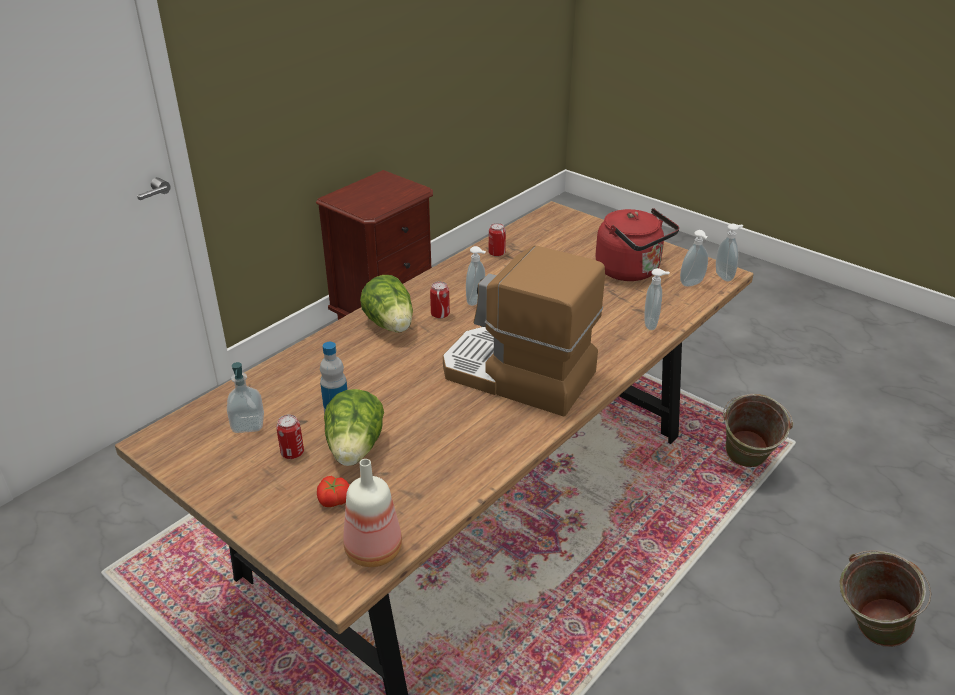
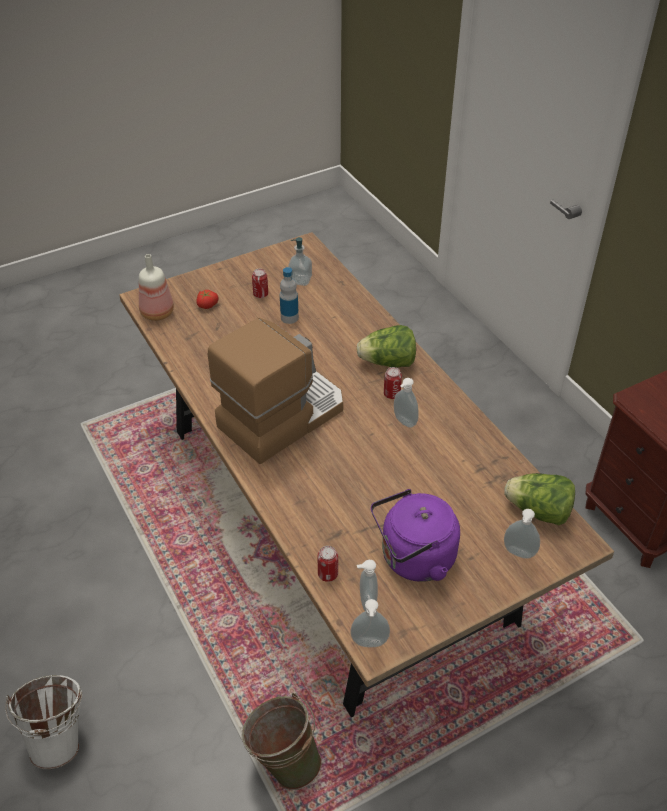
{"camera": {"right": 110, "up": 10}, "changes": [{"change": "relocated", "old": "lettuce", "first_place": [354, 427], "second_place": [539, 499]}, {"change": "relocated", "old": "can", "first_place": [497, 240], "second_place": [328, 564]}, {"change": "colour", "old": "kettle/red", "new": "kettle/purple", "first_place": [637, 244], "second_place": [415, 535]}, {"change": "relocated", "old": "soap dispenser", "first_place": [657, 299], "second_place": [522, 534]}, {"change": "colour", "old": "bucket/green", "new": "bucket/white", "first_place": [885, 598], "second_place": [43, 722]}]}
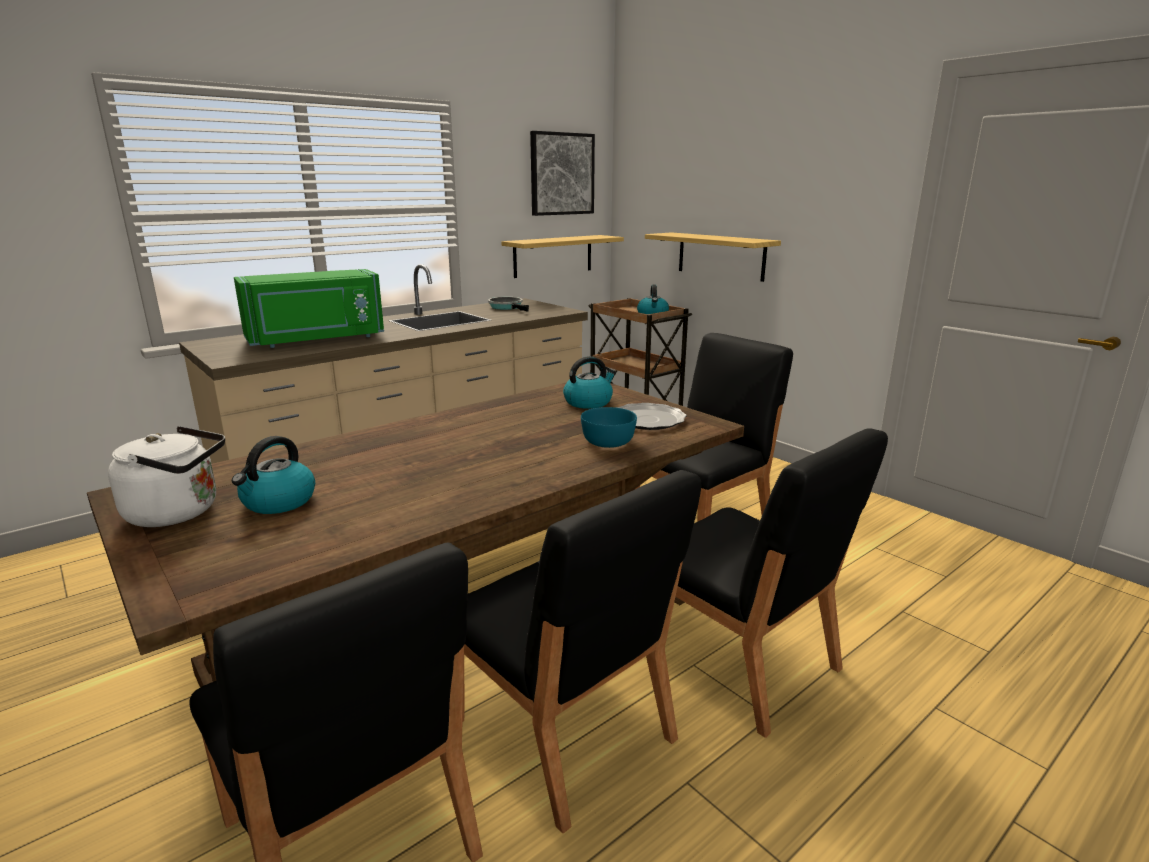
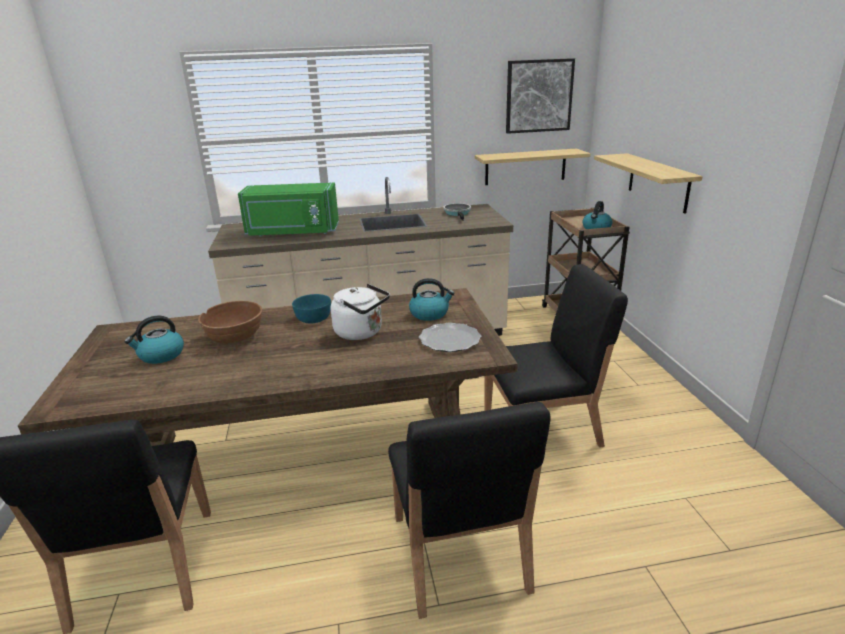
{"camera": {"right": 30, "up": 5}, "changes": [{"change": "relocated", "old": "kettle/white", "first_place": [166, 476], "second_place": [360, 312]}, {"change": "missing", "old": "chair/black", "first_place": [581, 651]}, {"change": "relocated", "old": "bowl/turquoise", "first_place": [609, 427], "second_place": [311, 308]}, {"change": "appeared", "new": "bowl/brown", "second_place": [230, 322]}]}
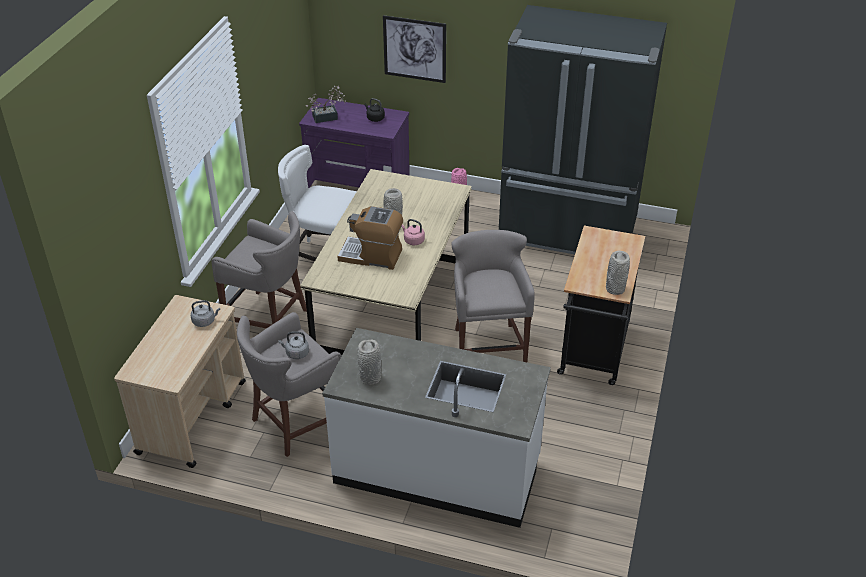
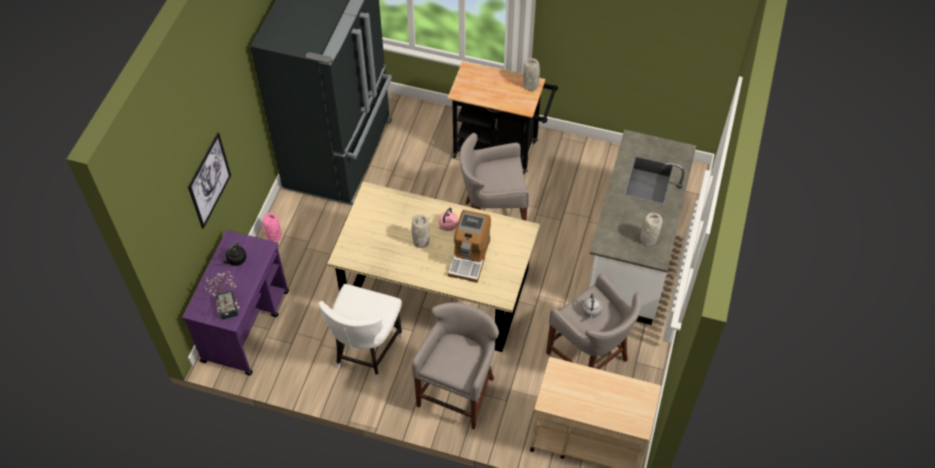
{"camera": {"right": -90, "up": 15}, "changes": [{"change": "missing", "old": "kettle/grey", "first_place": [205, 313]}]}
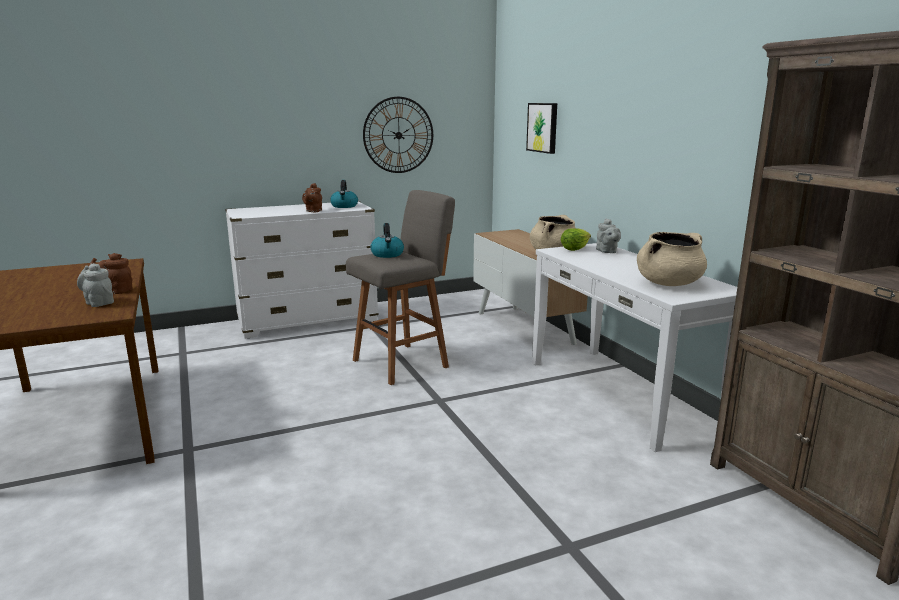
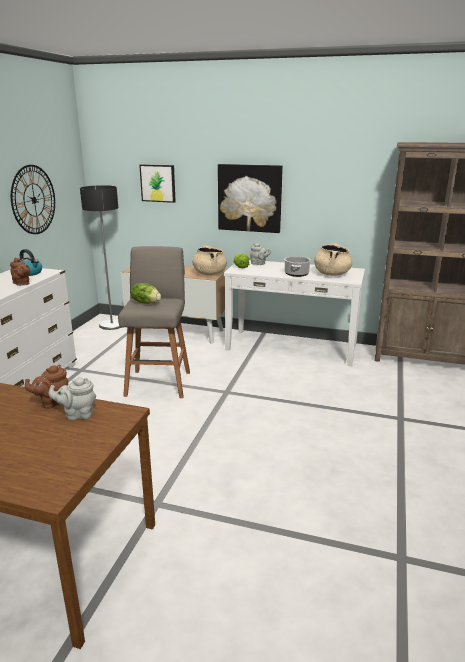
{"camera": {"right": -50, "up": 5}, "changes": [{"change": "exchanged", "old": "kettle", "new": "lettuce", "first_place": [387, 240], "second_place": [146, 293]}, {"change": "appeared", "new": "floor lamp", "second_place": [101, 257]}, {"change": "appeared", "new": "picture", "second_place": [250, 198]}, {"change": "appeared", "new": "cooking pot", "second_place": [297, 266]}]}
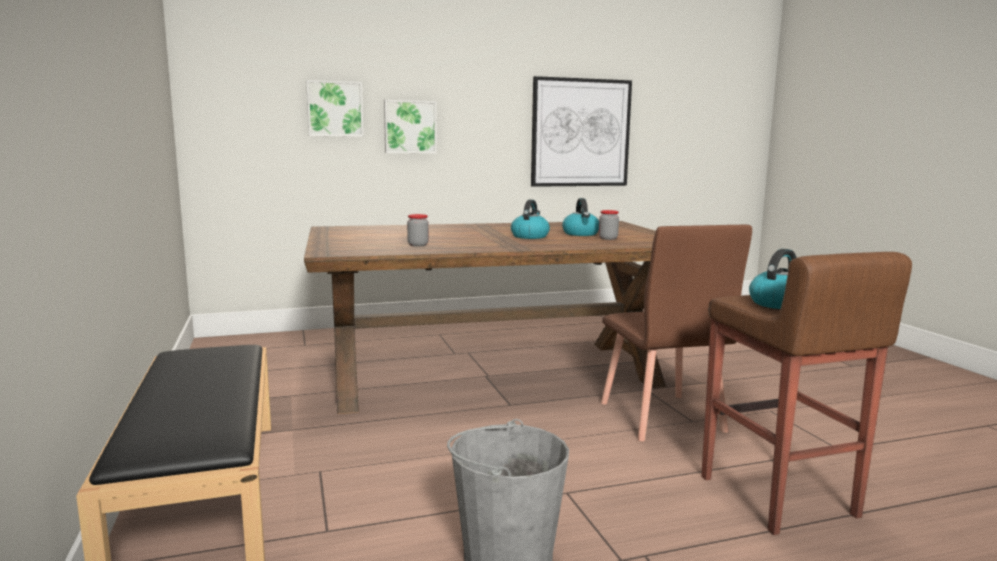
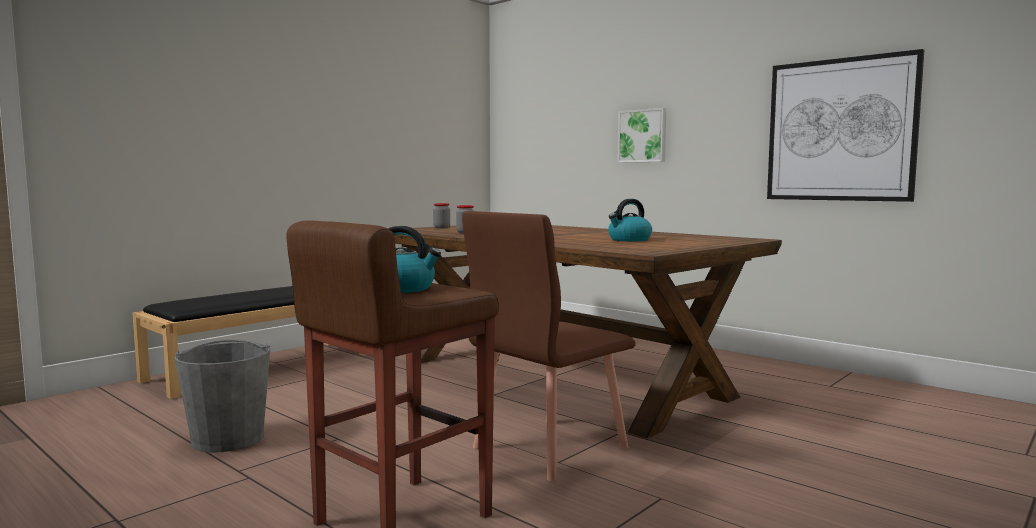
{"camera": {"right": 60, "up": -5}, "changes": [{"change": "missing", "old": "picture", "first_place": [335, 108]}, {"change": "missing", "old": "kettle", "first_place": [530, 219]}, {"change": "relocated", "old": "jar", "first_place": [609, 225], "second_place": [441, 216]}]}
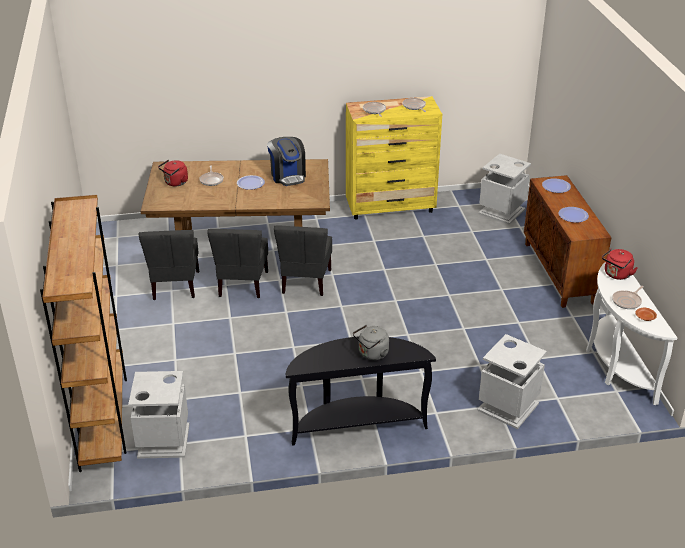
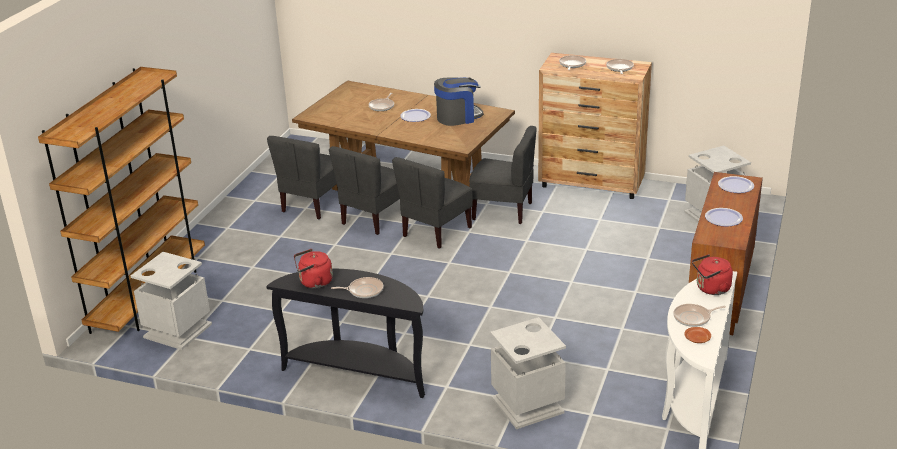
{"camera": {"right": 30, "up": -5}, "changes": [{"change": "relocated", "old": "kettle/red", "first_place": [173, 173], "second_place": [313, 268]}, {"change": "spun", "old": "coffee machine", "first_place": [286, 161], "second_place": [459, 102], "degrees": -120}, {"change": "colour", "old": "dresser/yellow", "new": "dresser/brown", "first_place": [394, 157], "second_place": [595, 126]}, {"change": "exchanged", "old": "kettle/grey", "new": "frying pan", "first_place": [371, 342], "second_place": [357, 287]}, {"change": "appeared", "new": "chair/grey", "second_place": [503, 175]}]}
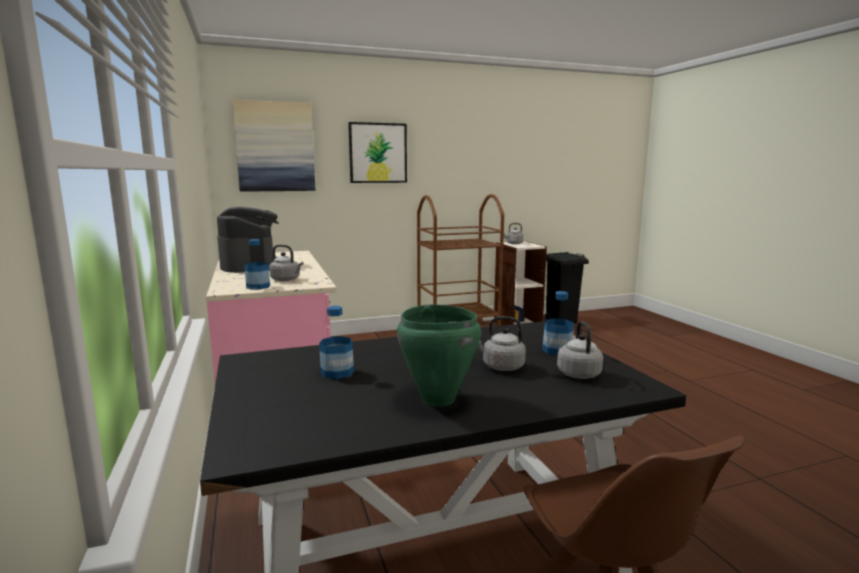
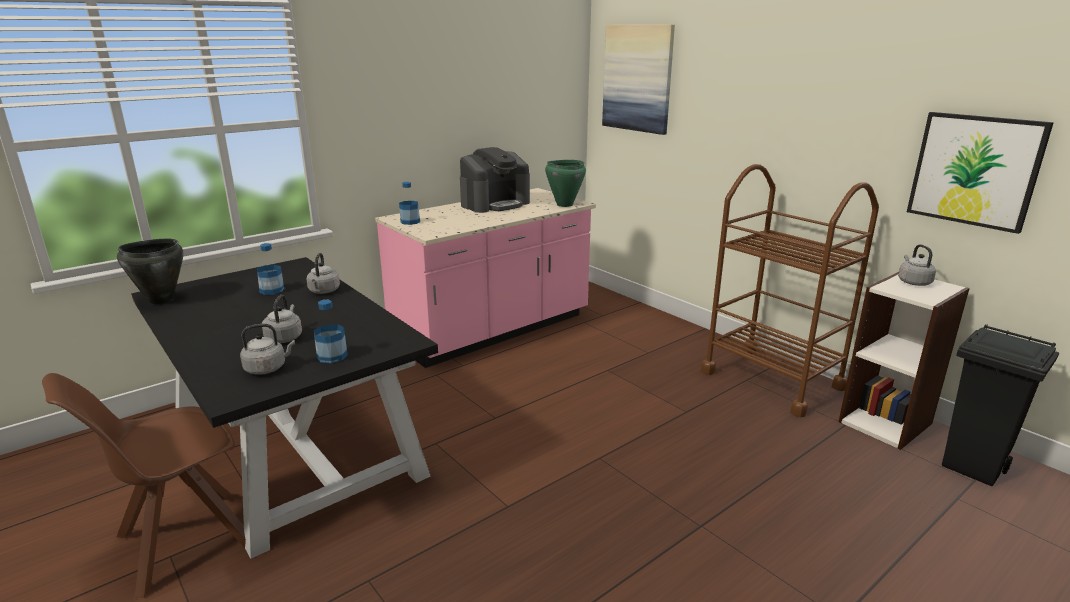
{"camera": {"right": 70, "up": 10}, "changes": [{"change": "relocated", "old": "kettle/grey", "first_place": [286, 262], "second_place": [323, 273]}, {"change": "relocated", "old": "picture", "first_place": [377, 152], "second_place": [980, 173]}, {"change": "relocated", "old": "cooking pot/green", "first_place": [439, 355], "second_place": [565, 183]}, {"change": "appeared", "new": "cooking pot/black", "second_place": [150, 272]}]}
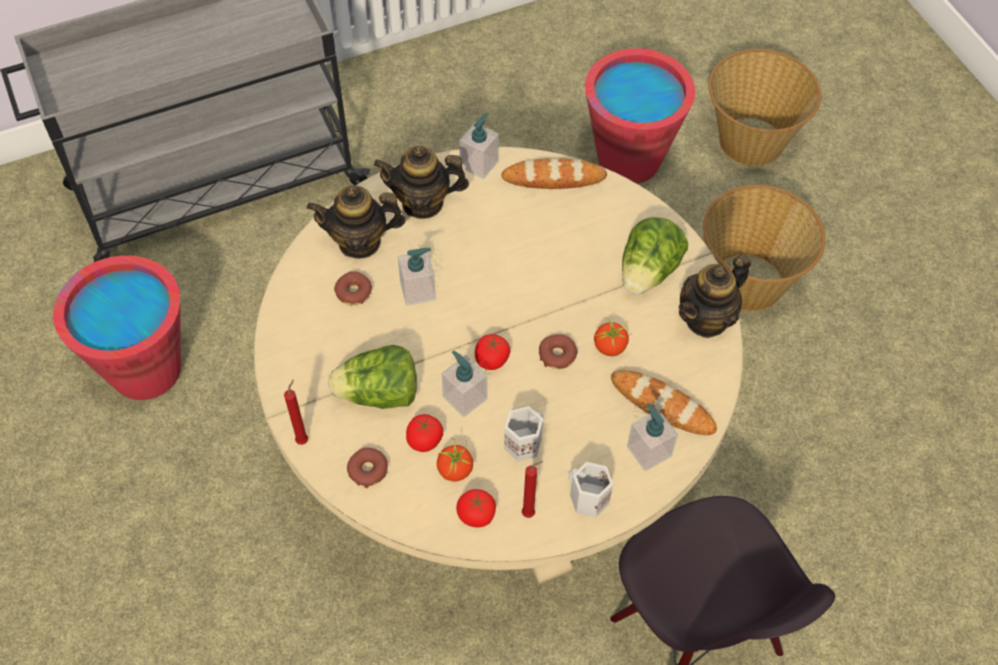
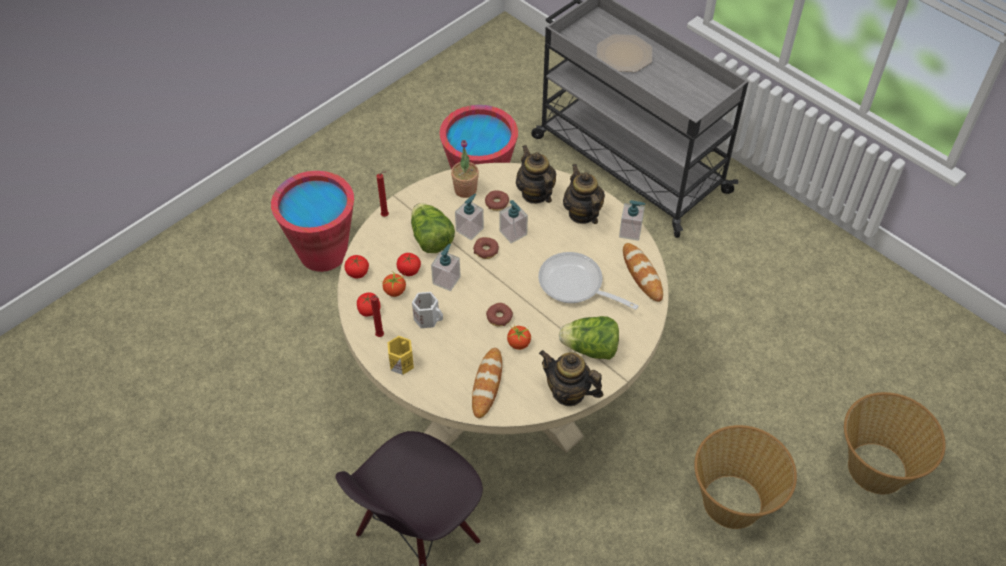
{"camera": {"right": 70, "up": -5}, "changes": [{"change": "relocated", "old": "donut", "first_place": [367, 468], "second_place": [486, 248]}, {"change": "relocated", "old": "tomato", "first_place": [492, 352], "second_place": [357, 266]}, {"change": "colour", "old": "mug/white", "new": "mug/yellow", "first_place": [590, 489], "second_place": [400, 355]}, {"change": "relocated", "old": "bucket/red", "first_place": [640, 116], "second_place": [312, 221]}, {"change": "relocated", "old": "soap dispenser", "first_place": [652, 437], "second_place": [469, 217]}, {"change": "appeared", "new": "potted plant", "second_place": [465, 169]}, {"change": "appeared", "new": "frying pan", "second_place": [588, 281]}, {"change": "appeared", "new": "plate", "second_place": [624, 53]}]}
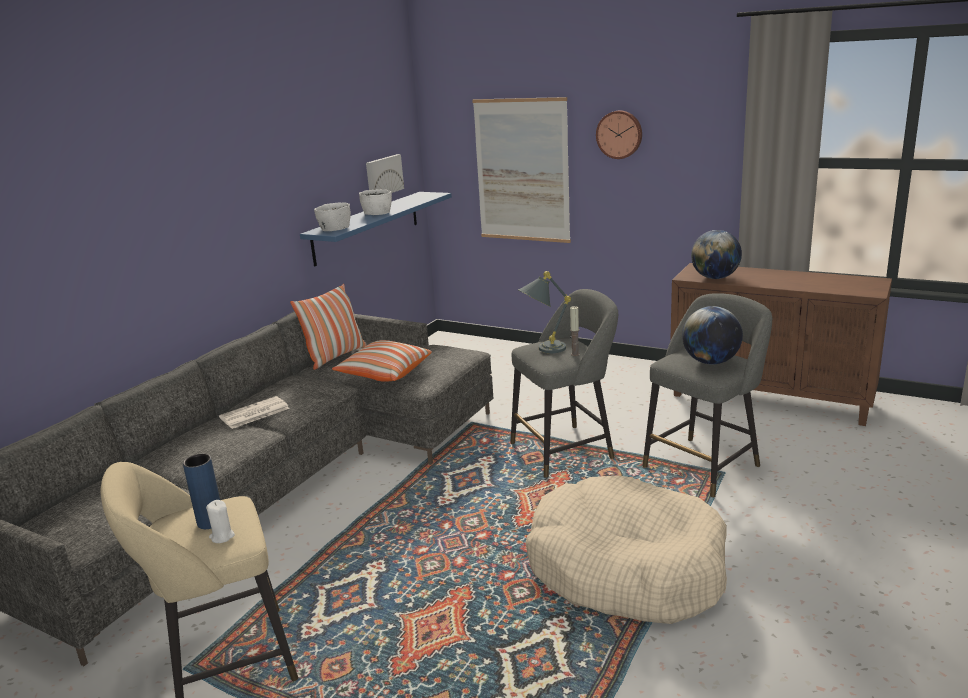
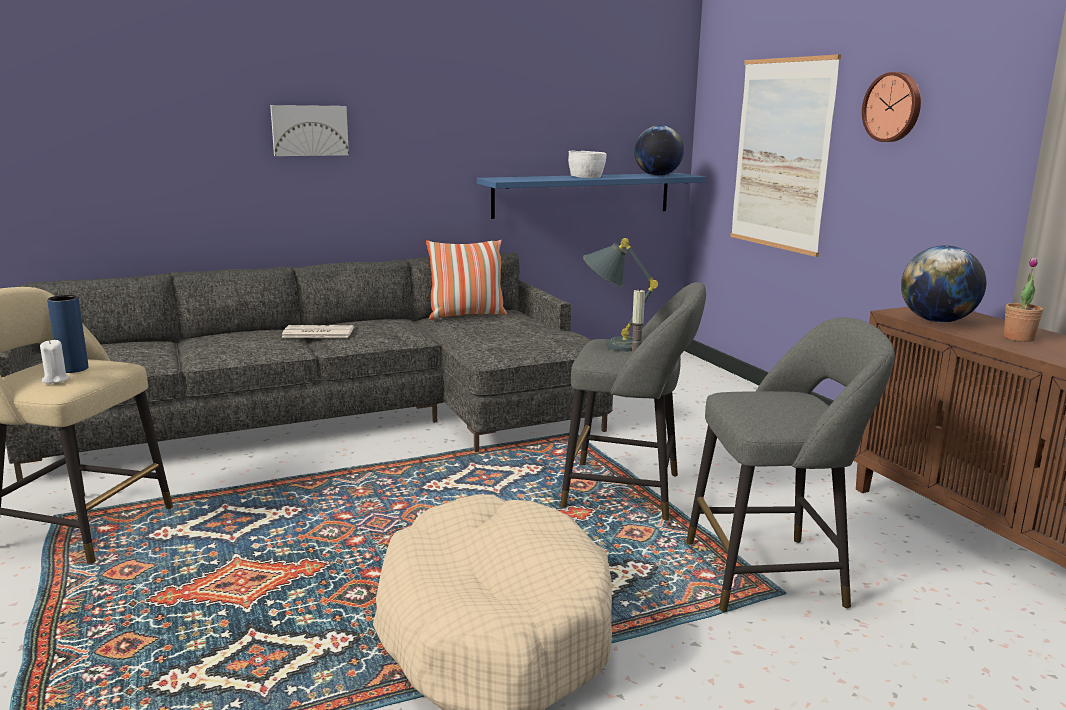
{"camera": {"right": 35, "up": -5}, "changes": [{"change": "missing", "old": "bowl/white", "first_place": [332, 216]}, {"change": "missing", "old": "pillow", "first_place": [382, 361]}, {"change": "relocated", "old": "picture", "first_place": [385, 173], "second_place": [309, 130]}, {"change": "relocated", "old": "globe", "first_place": [712, 335], "second_place": [659, 150]}, {"change": "appeared", "new": "potted plant", "second_place": [1023, 299]}]}
